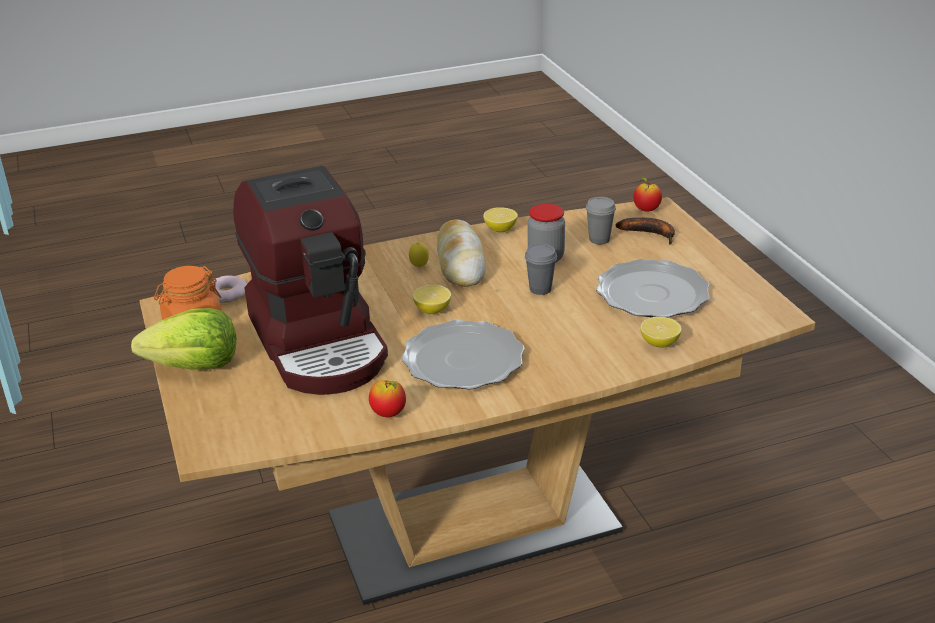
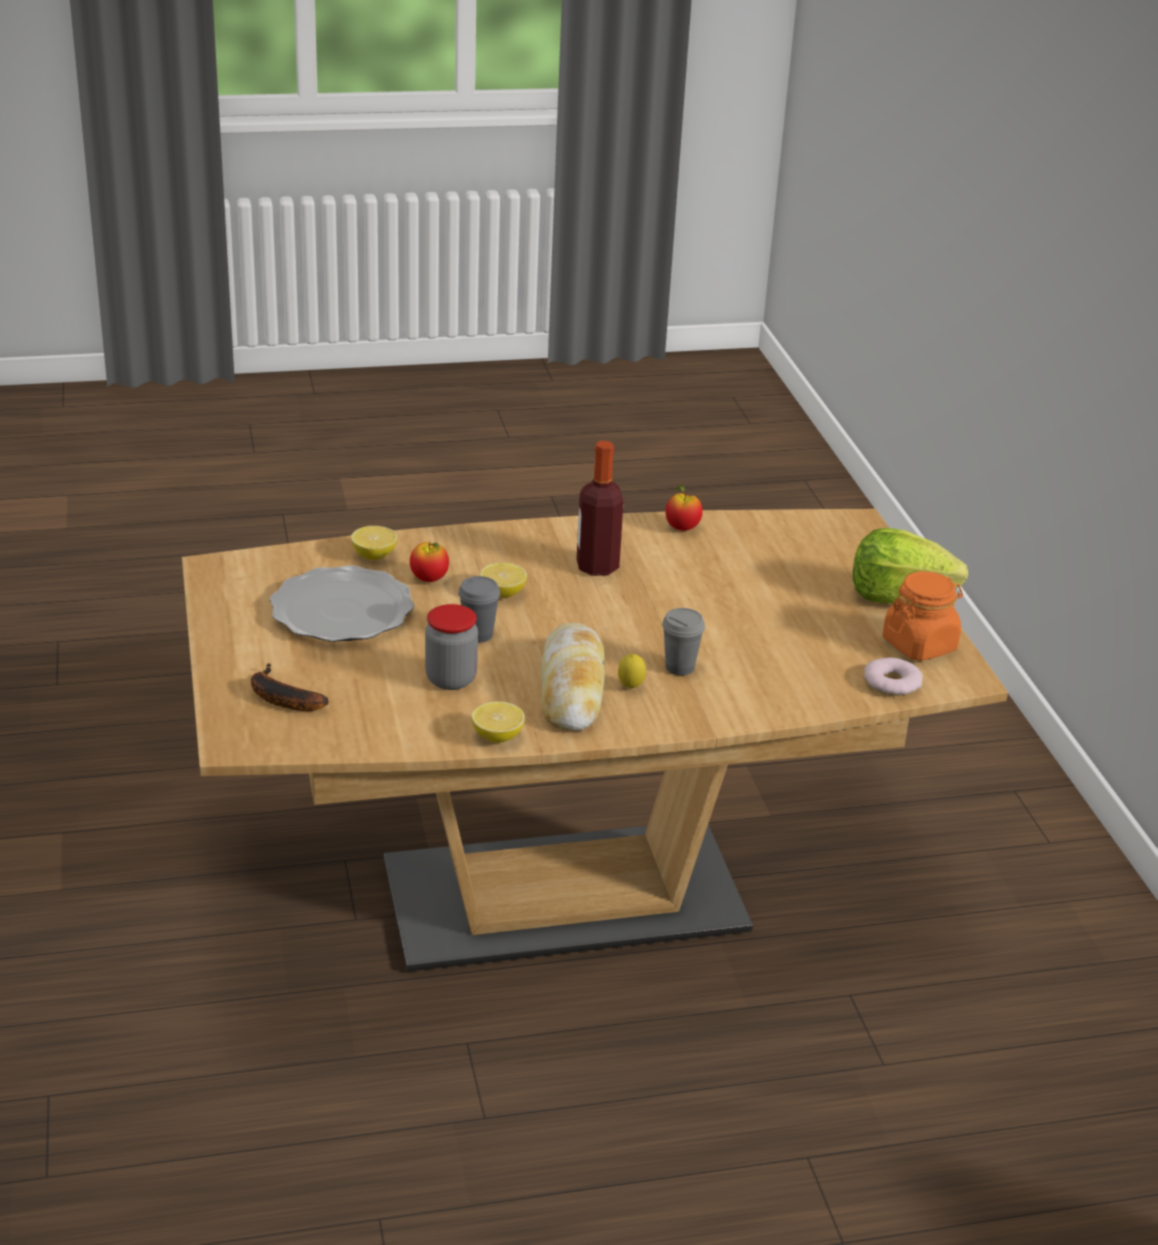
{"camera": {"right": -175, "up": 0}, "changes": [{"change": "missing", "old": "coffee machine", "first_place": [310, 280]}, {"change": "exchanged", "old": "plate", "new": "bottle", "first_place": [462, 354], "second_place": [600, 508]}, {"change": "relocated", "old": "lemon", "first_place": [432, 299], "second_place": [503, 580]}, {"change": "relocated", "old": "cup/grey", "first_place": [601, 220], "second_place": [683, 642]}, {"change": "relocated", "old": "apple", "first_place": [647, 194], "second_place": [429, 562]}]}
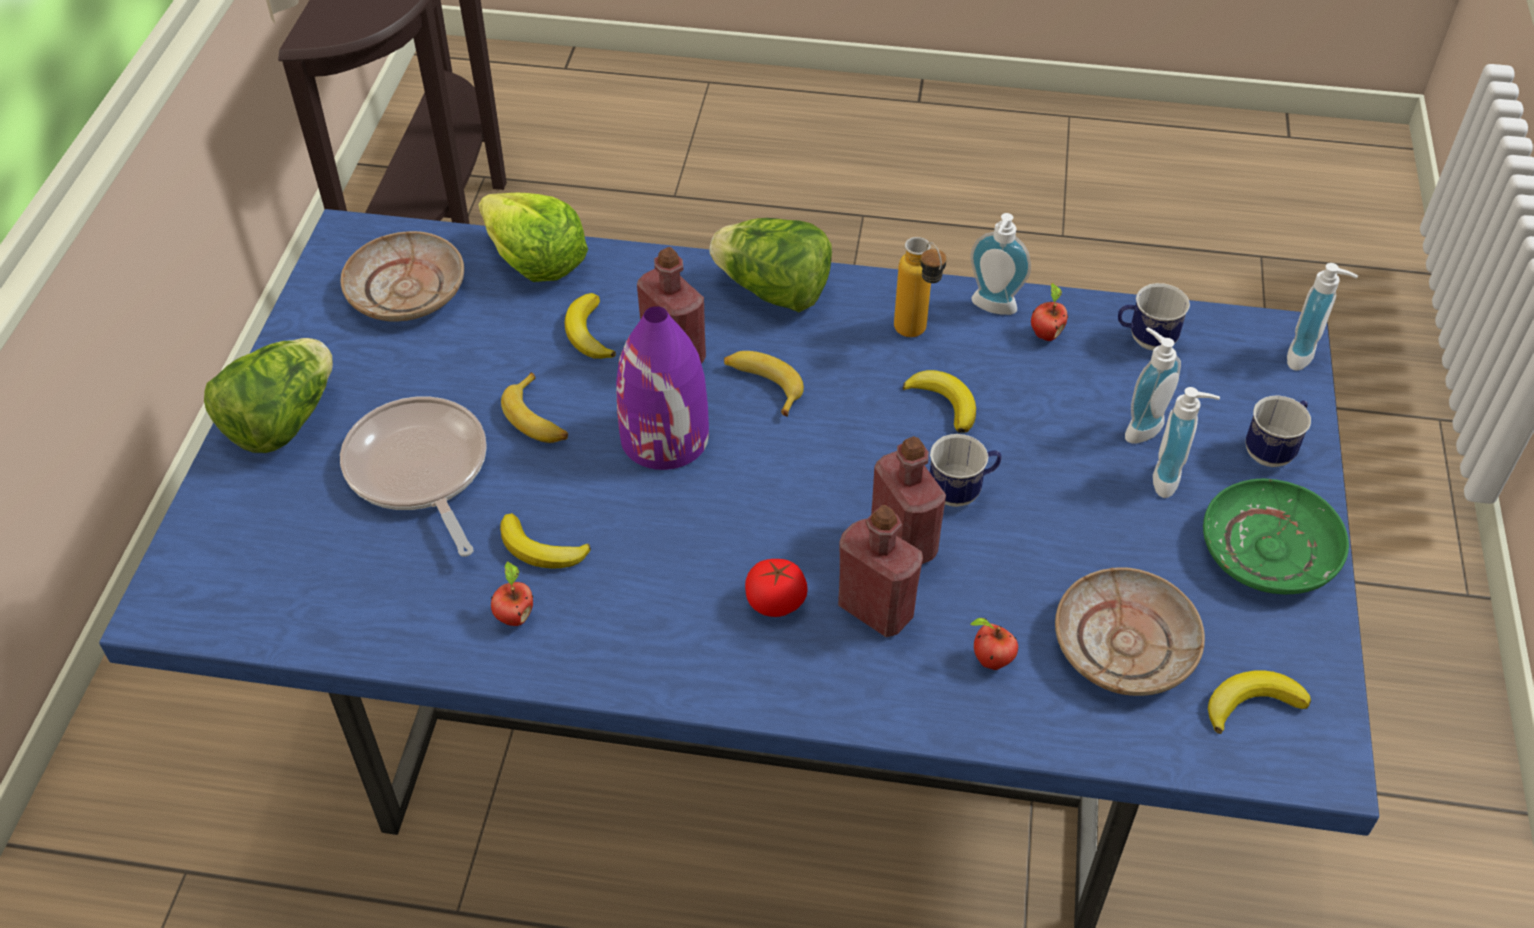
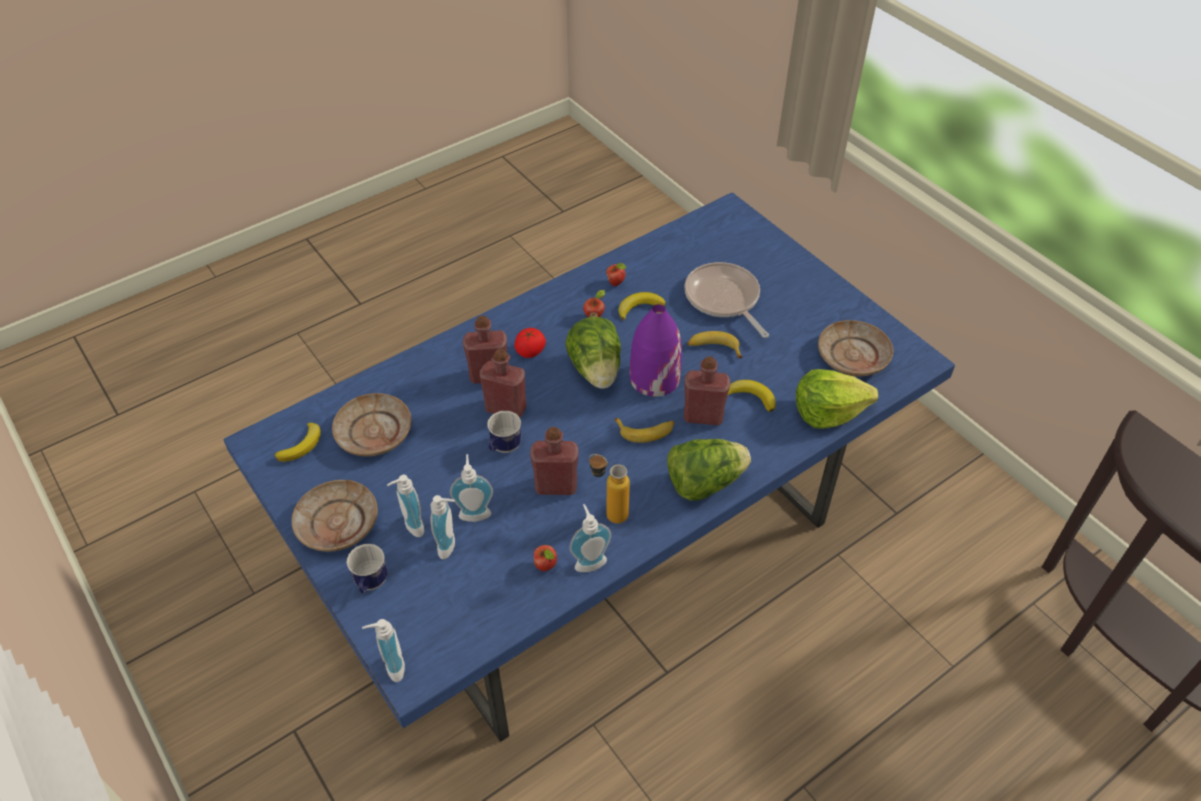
{"camera": {"right": 135, "up": 0}, "changes": [{"change": "relocated", "old": "lettuce", "first_place": [268, 395], "second_place": [593, 353]}, {"change": "spun", "old": "frying pan", "first_place": [413, 477], "second_place": [726, 300], "degrees": -135}, {"change": "exchanged", "old": "banana", "new": "bottle/red", "first_place": [939, 401], "second_place": [554, 461]}, {"change": "relocated", "old": "apple", "first_place": [994, 644], "second_place": [594, 303]}, {"change": "missing", "old": "mug", "first_place": [1154, 317]}, {"change": "colour", "old": "plate/green", "new": "plate/beige", "first_place": [1276, 536], "second_place": [335, 516]}, {"change": "appeared", "new": "soap dispenser", "second_place": [471, 488]}]}
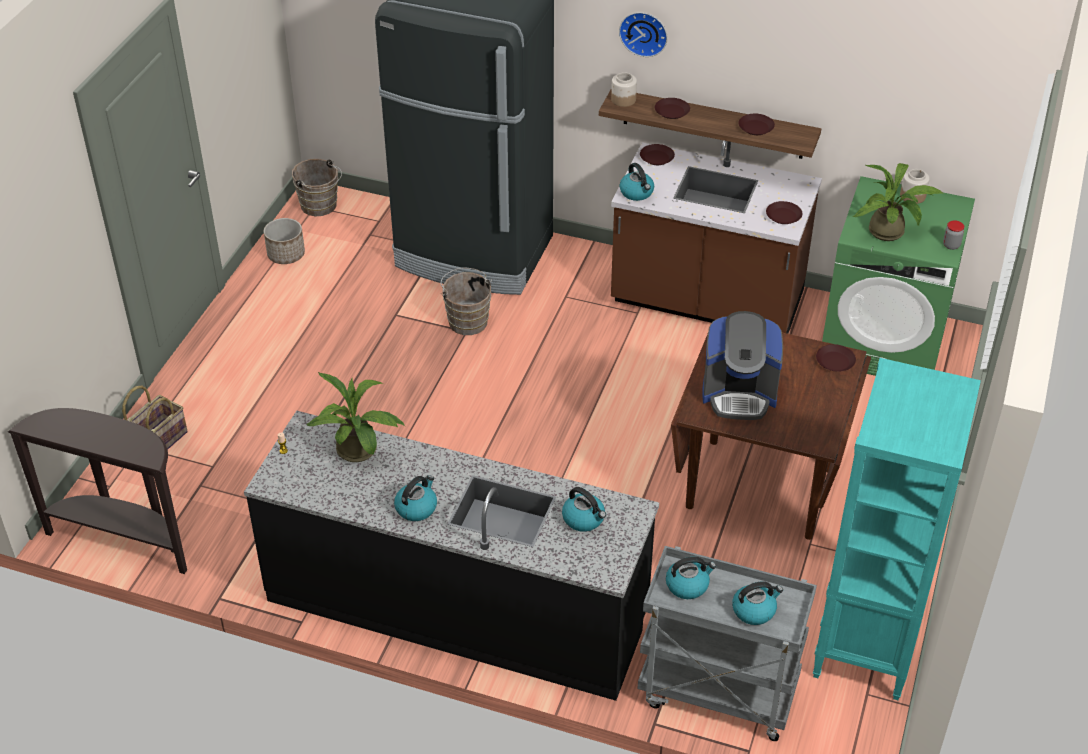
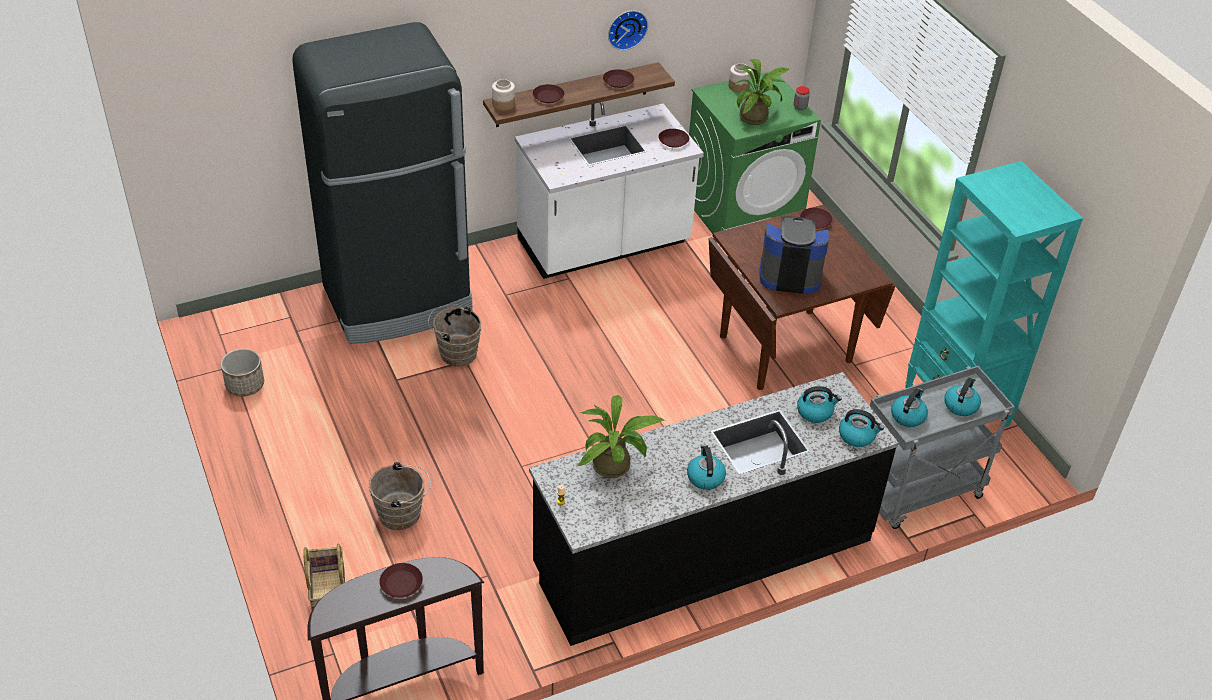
{"camera": {"right": -45, "up": 0}, "changes": [{"change": "relocated", "old": "bucket/brown", "first_place": [317, 187], "second_place": [400, 496]}, {"change": "colour", "old": "counter/brown", "new": "counter/white", "first_place": [716, 237], "second_place": [609, 190]}, {"change": "relocated", "old": "wall clock", "first_place": [643, 34], "second_place": [628, 30]}, {"change": "relocated", "old": "kettle", "first_place": [636, 182], "second_place": [861, 428]}, {"change": "relocated", "old": "plate/brown", "first_place": [657, 154], "second_place": [401, 580]}, {"change": "spun", "old": "coffee machine", "first_place": [742, 365], "second_place": [794, 255], "degrees": -135}]}
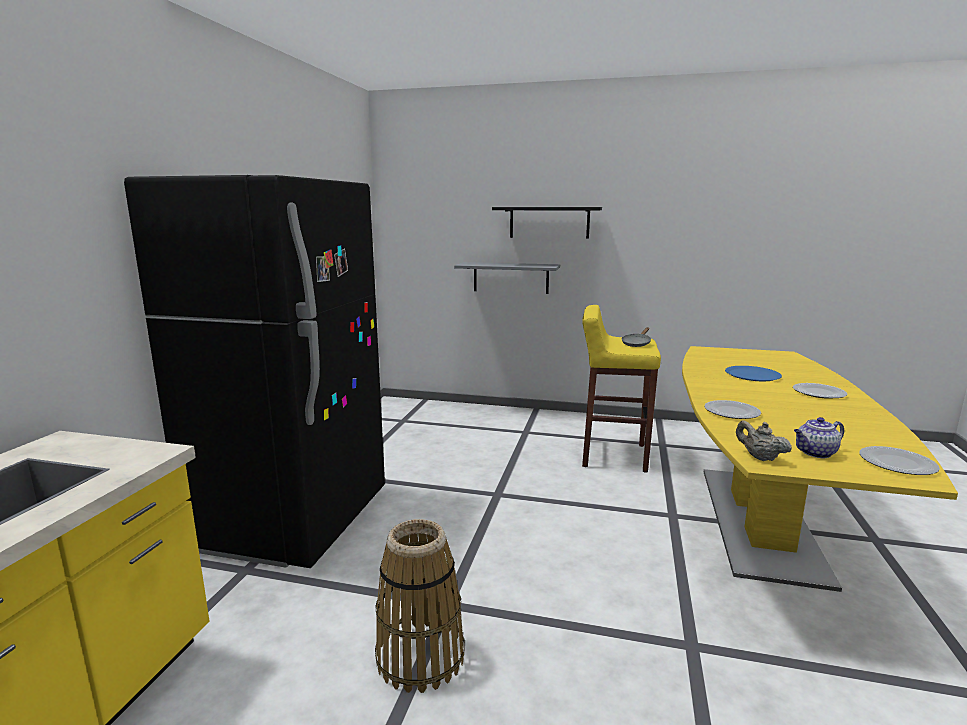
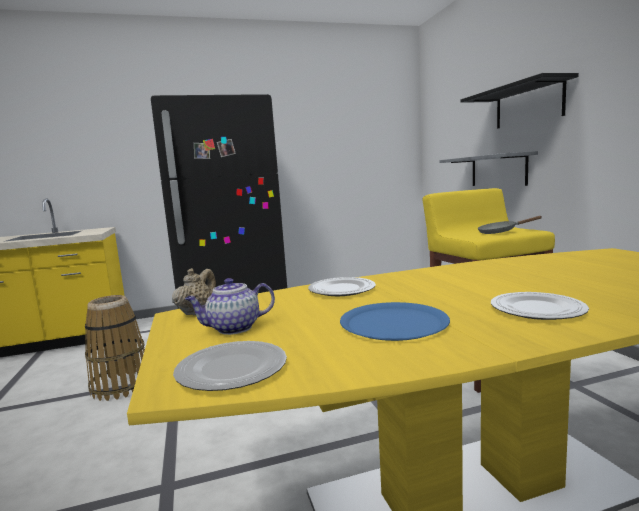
{"camera": {"right": 60, "up": -5}, "changes": [{"change": "relocated", "old": "plate/blue", "first_place": [753, 373], "second_place": [395, 321]}, {"change": "spun", "old": "teapot", "first_place": [819, 437], "second_place": [230, 306], "degrees": -60}]}
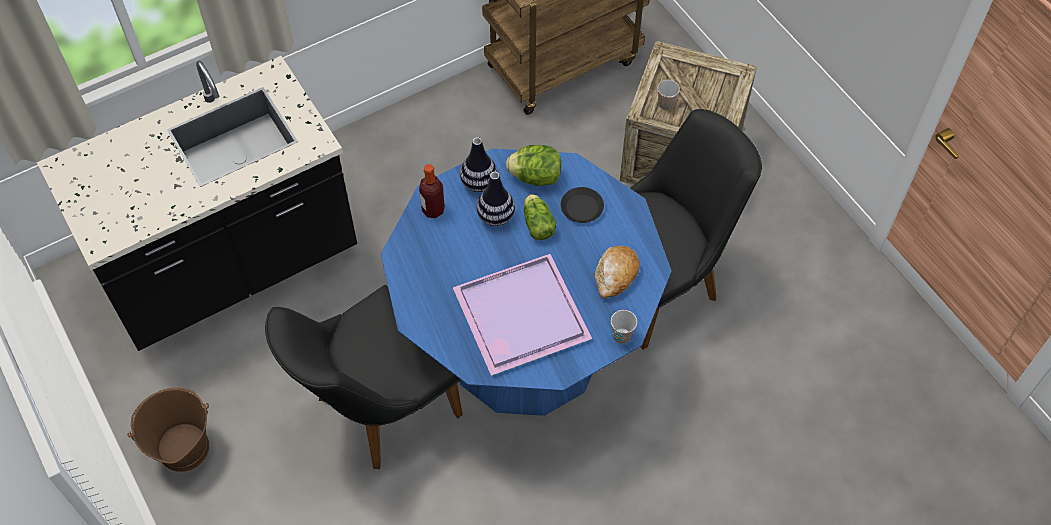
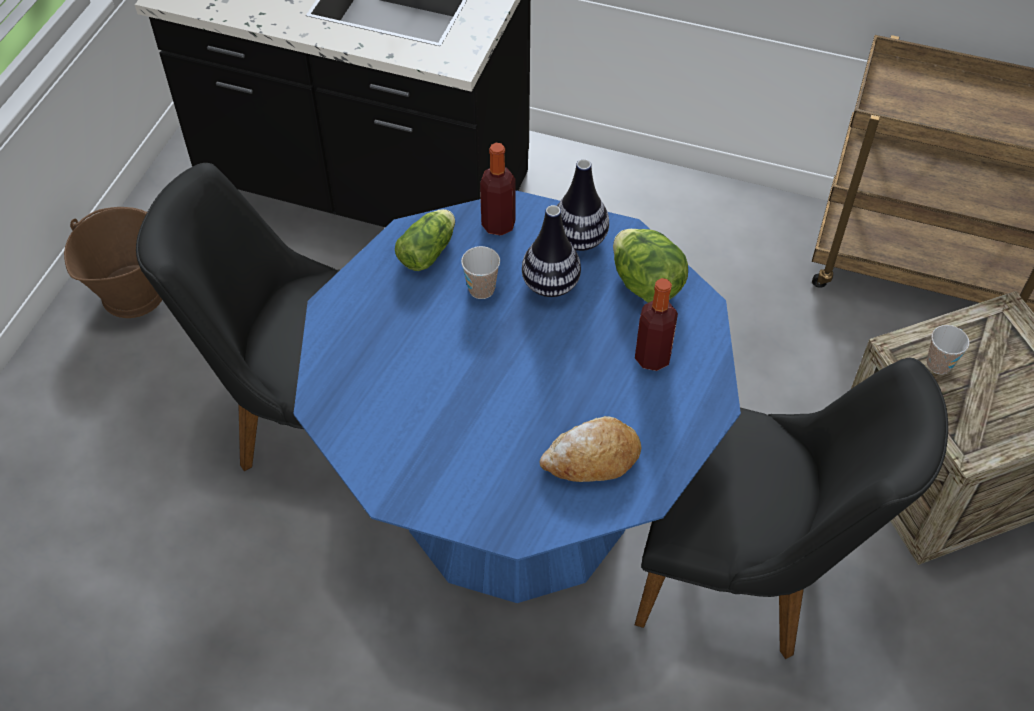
{"camera": {"right": 50, "up": -5}, "changes": [{"change": "missing", "old": "tray/purple", "first_place": [522, 315]}, {"change": "relocated", "old": "lettuce", "first_place": [540, 217], "second_place": [425, 240]}, {"change": "exchanged", "old": "plate/black", "new": "bottle", "first_place": [582, 205], "second_place": [656, 324]}, {"change": "relocated", "old": "cup", "first_place": [624, 327], "second_place": [480, 272]}]}
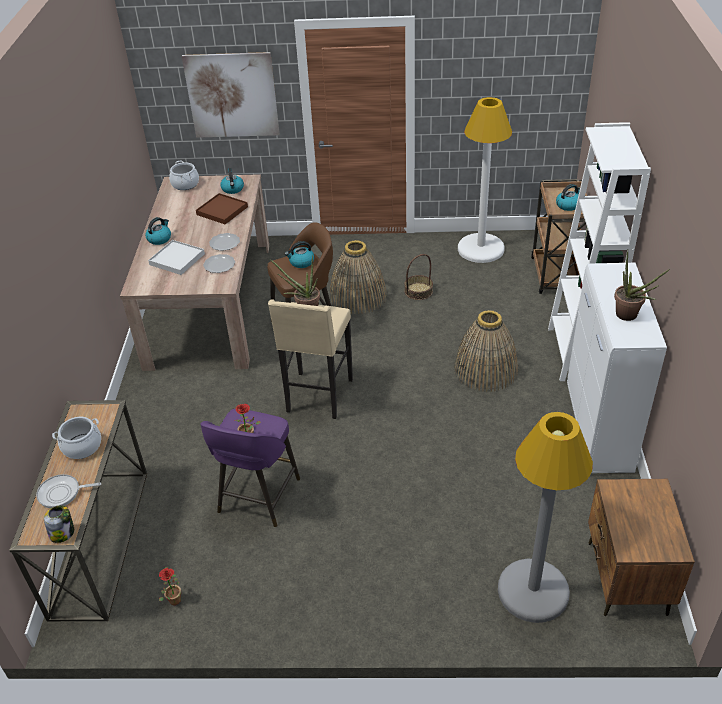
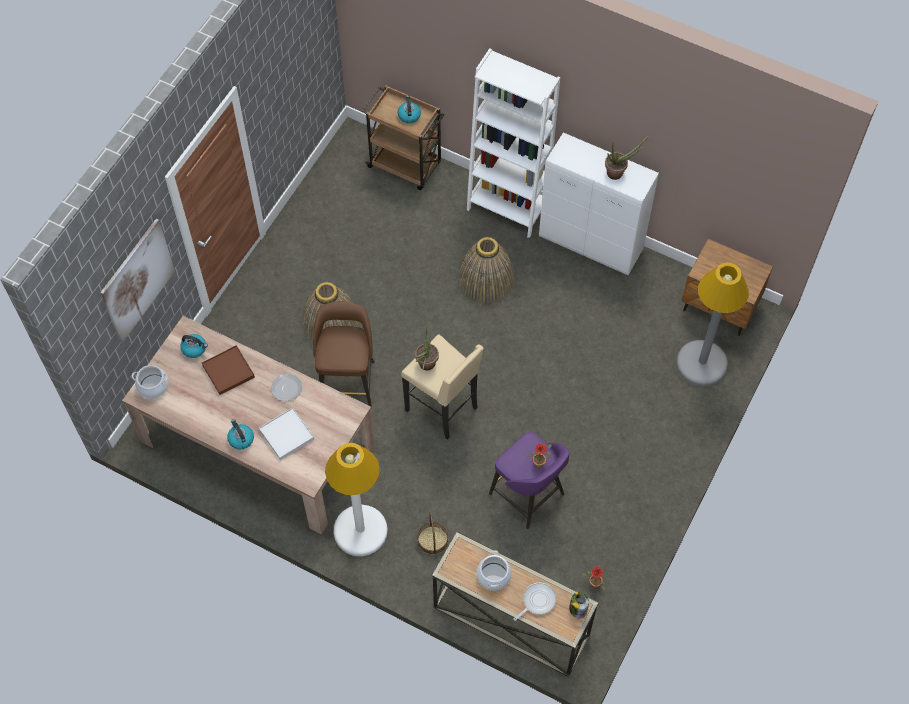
{"camera": {"right": -65, "up": 20}, "changes": [{"change": "spun", "old": "frying pan", "first_place": [68, 491], "second_place": [534, 602], "degrees": -150}, {"change": "missing", "old": "plate", "first_place": [219, 263]}, {"change": "missing", "old": "kettle", "first_place": [299, 254]}, {"change": "relocated", "old": "basket", "first_place": [418, 277], "second_place": [432, 533]}, {"change": "relocated", "old": "floor lamp/white", "first_place": [485, 180], "second_place": [356, 499]}]}
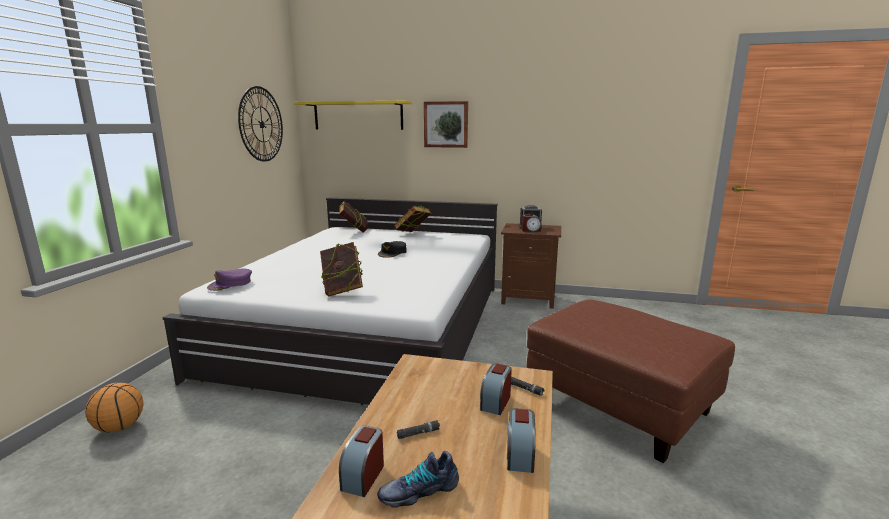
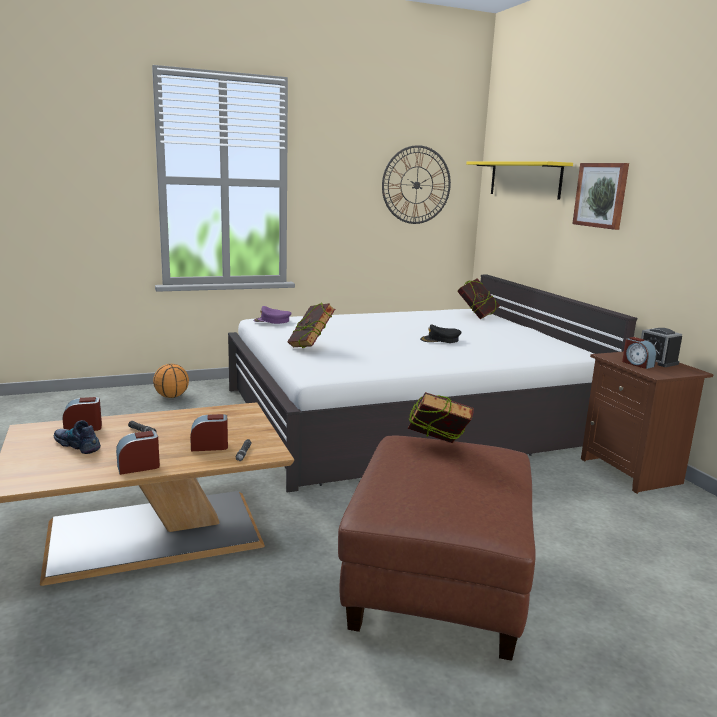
{"camera": {"right": 55, "up": 0}, "changes": [{"change": "relocated", "old": "book", "first_place": [413, 218], "second_place": [441, 417]}]}
